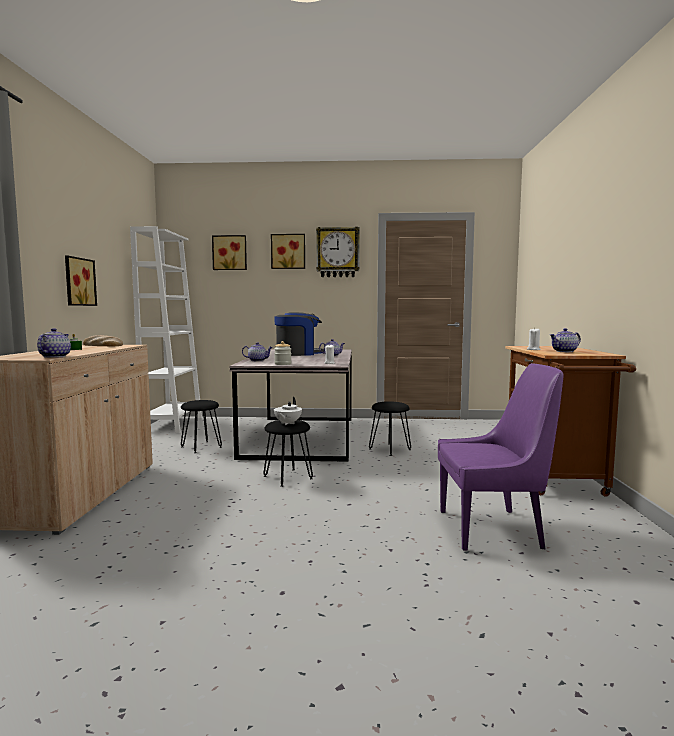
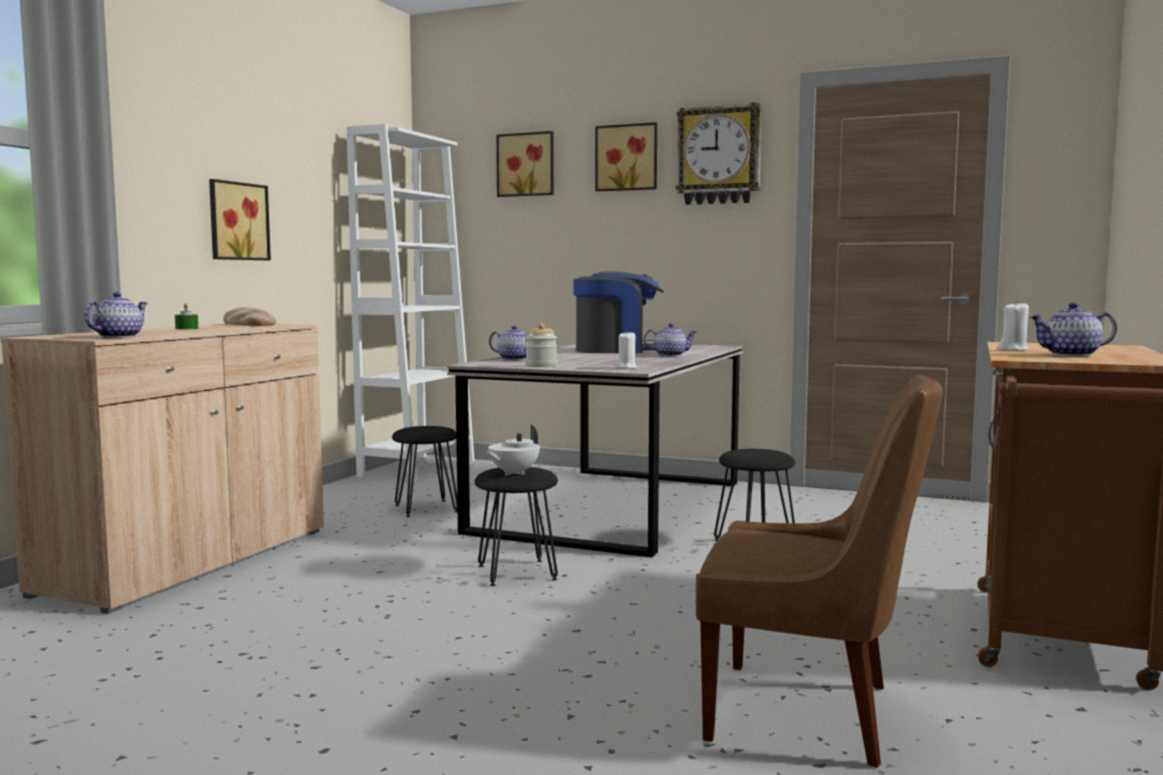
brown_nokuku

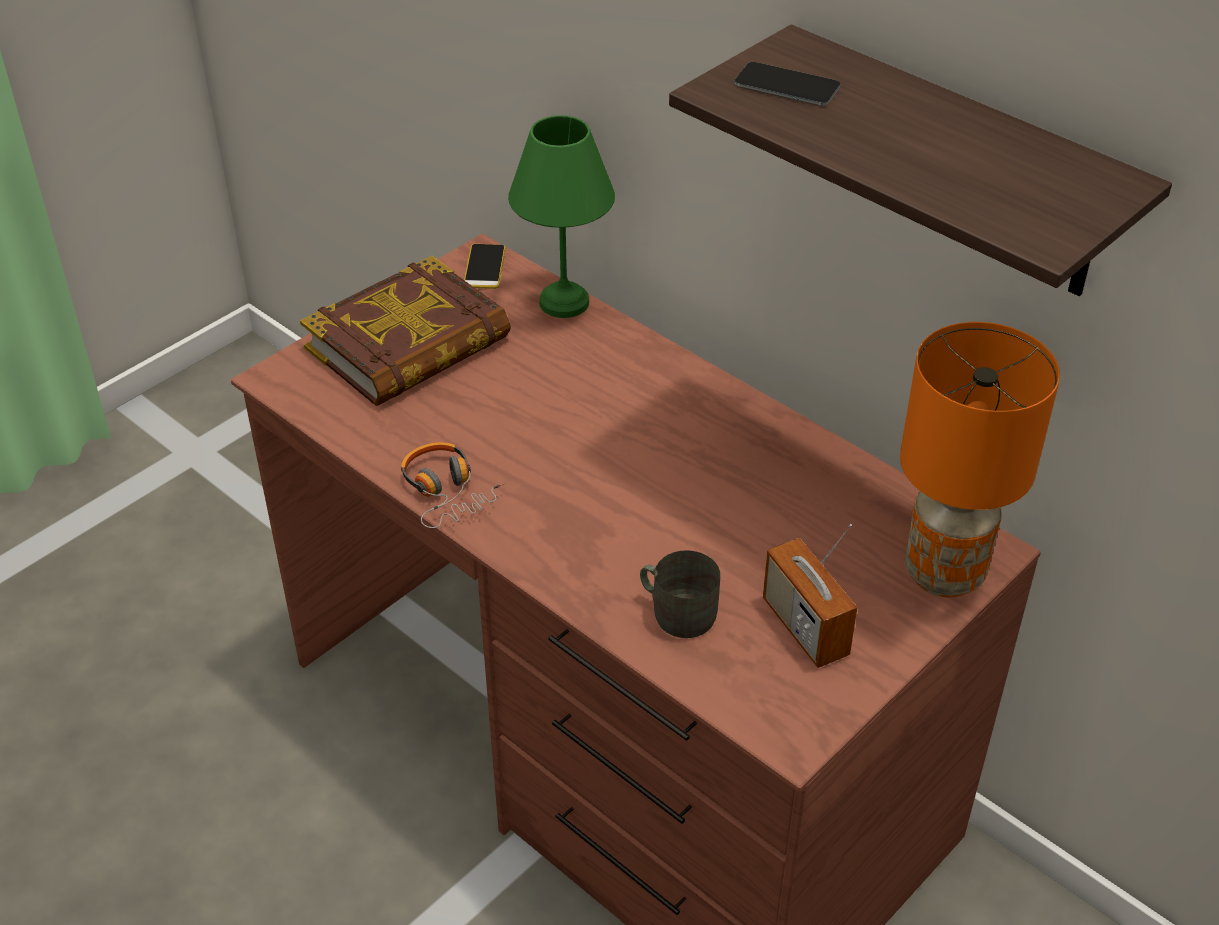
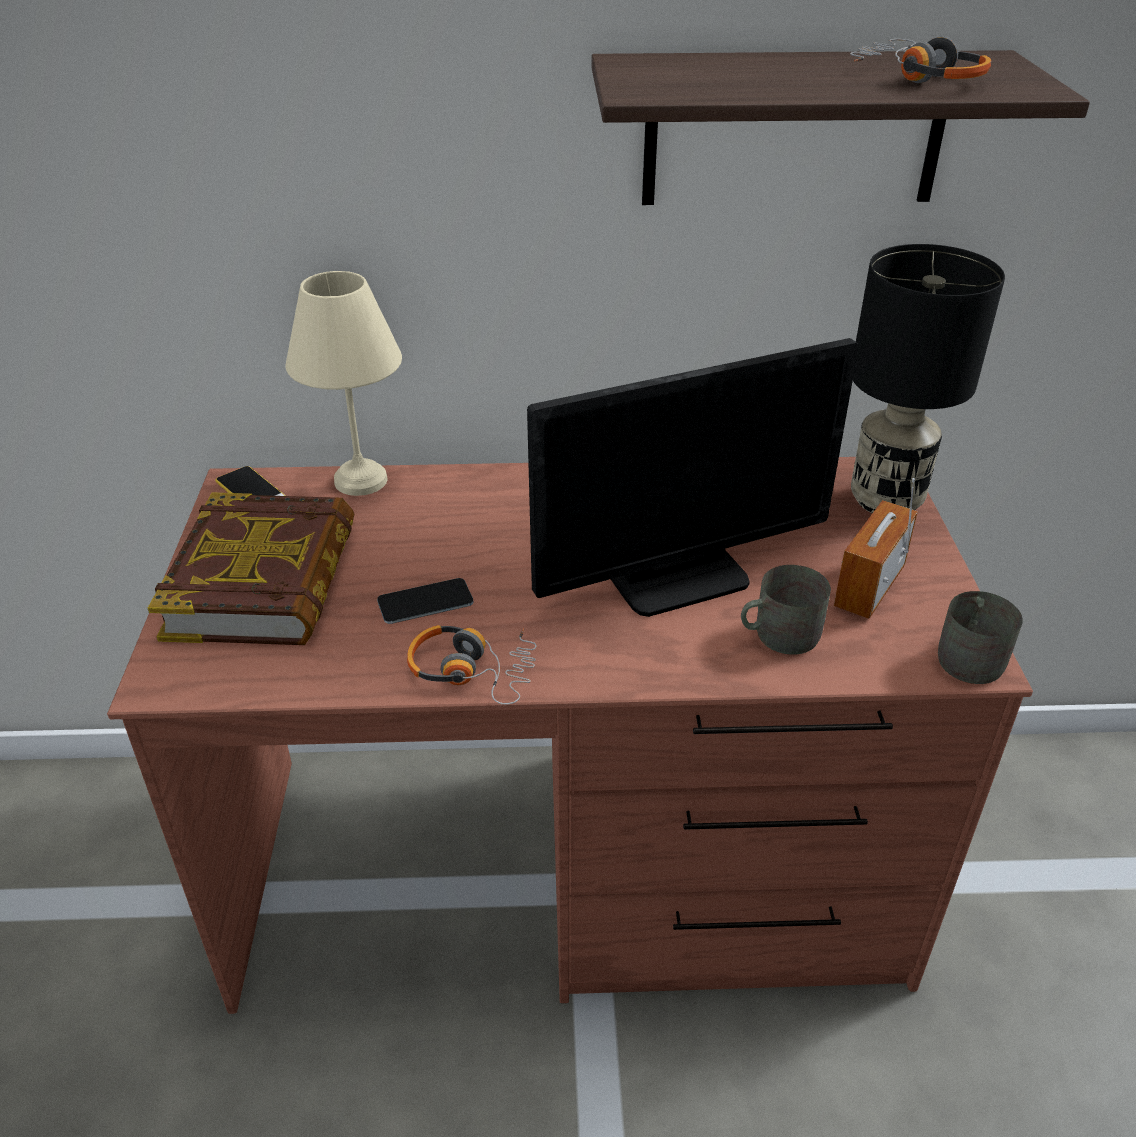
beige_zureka
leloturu (2nd from left)
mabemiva
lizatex
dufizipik (2nd from left)
black_zureka
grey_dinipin (2nd from left)

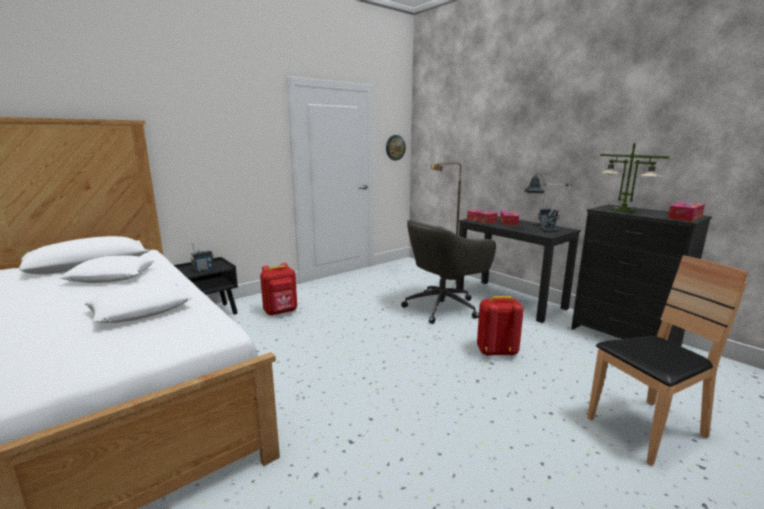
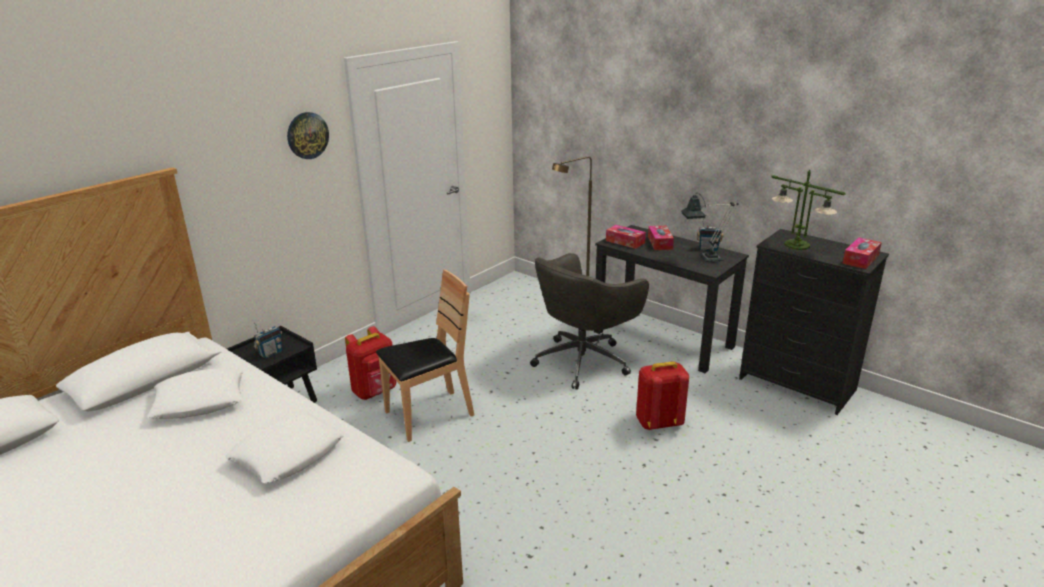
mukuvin
brown_nokuku

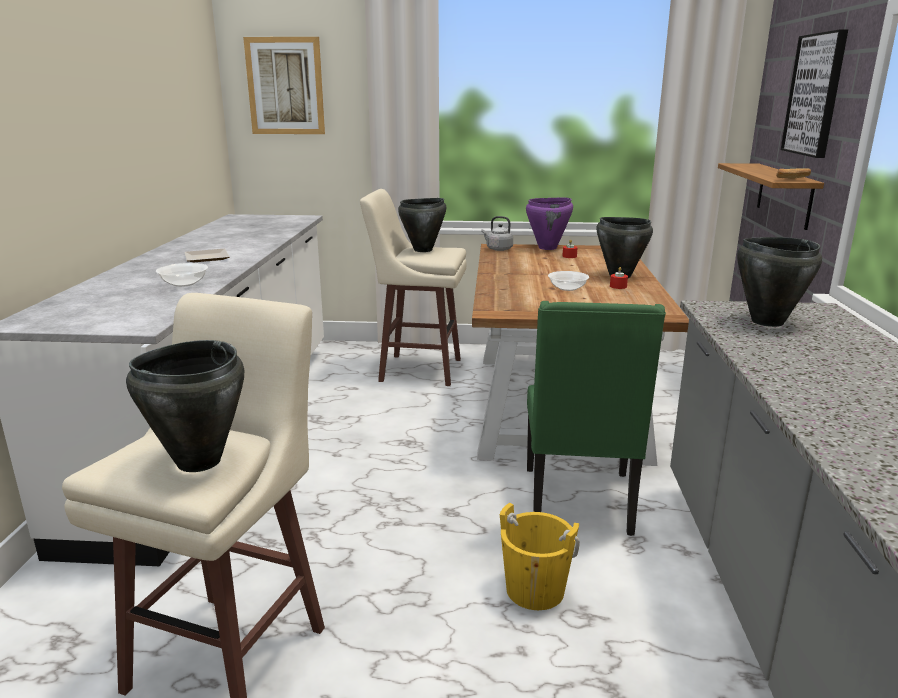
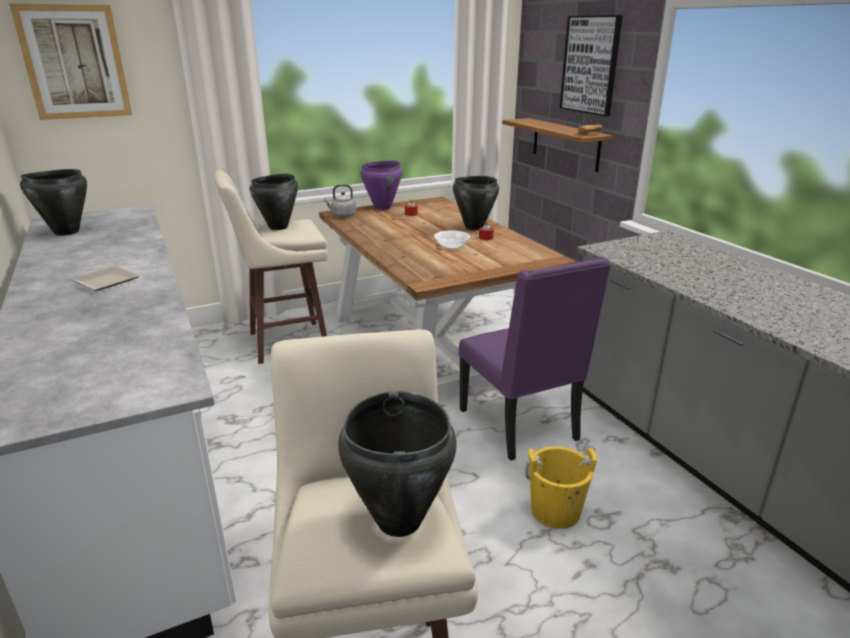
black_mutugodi (1st from left)
purple_nokuku
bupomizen (1st from left in the first image)

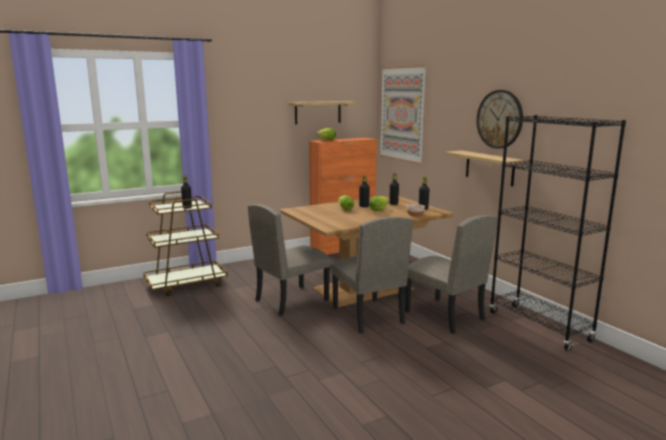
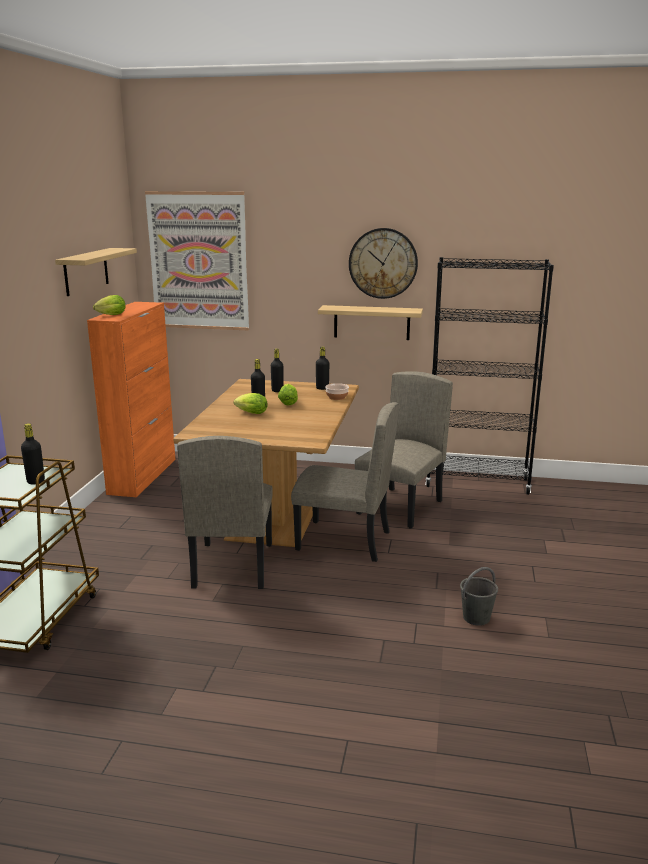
beige_nokuku (3rd from left)
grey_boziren

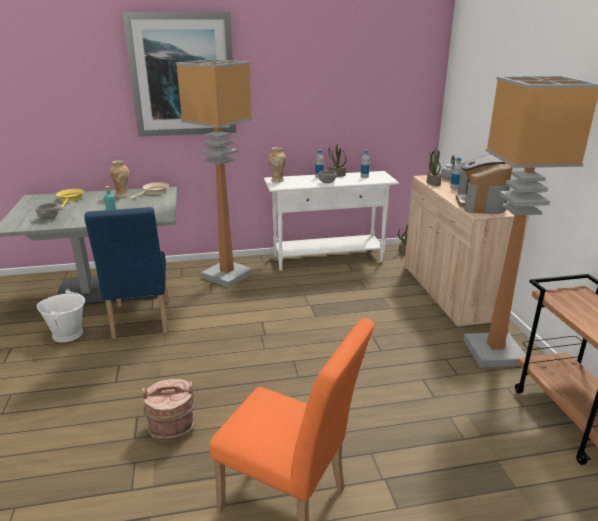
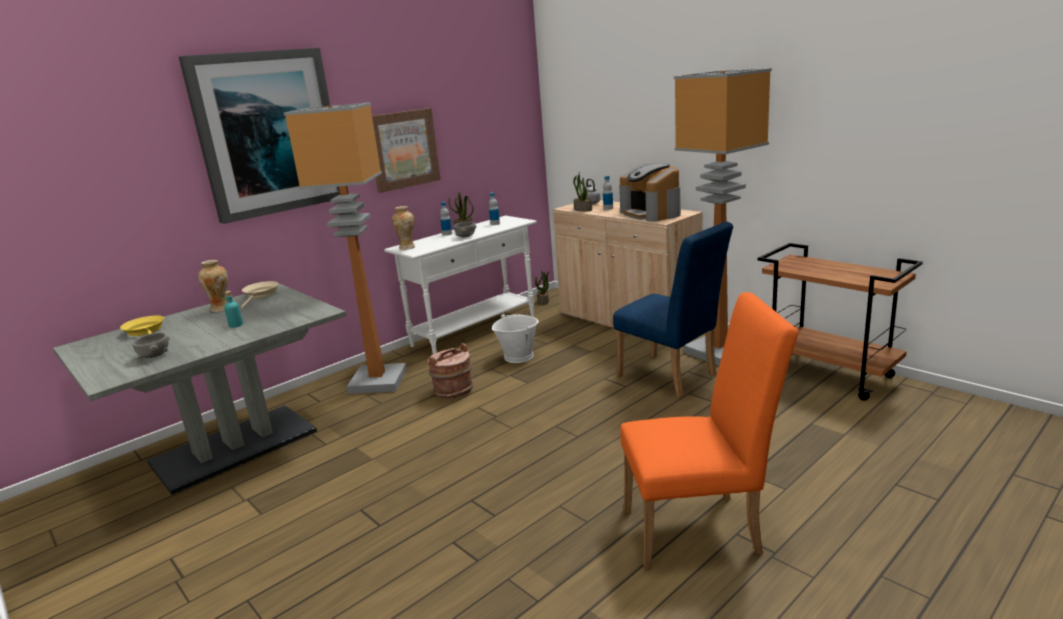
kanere (2nd from left)
brown_boziren
white_boziren
blue_nokuku

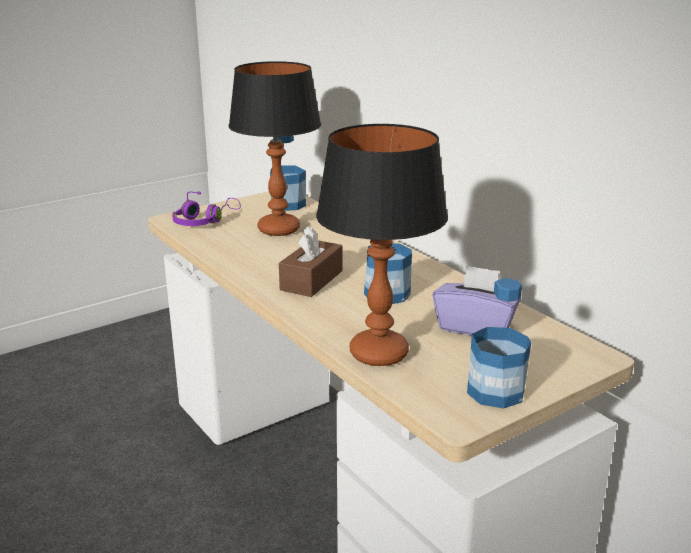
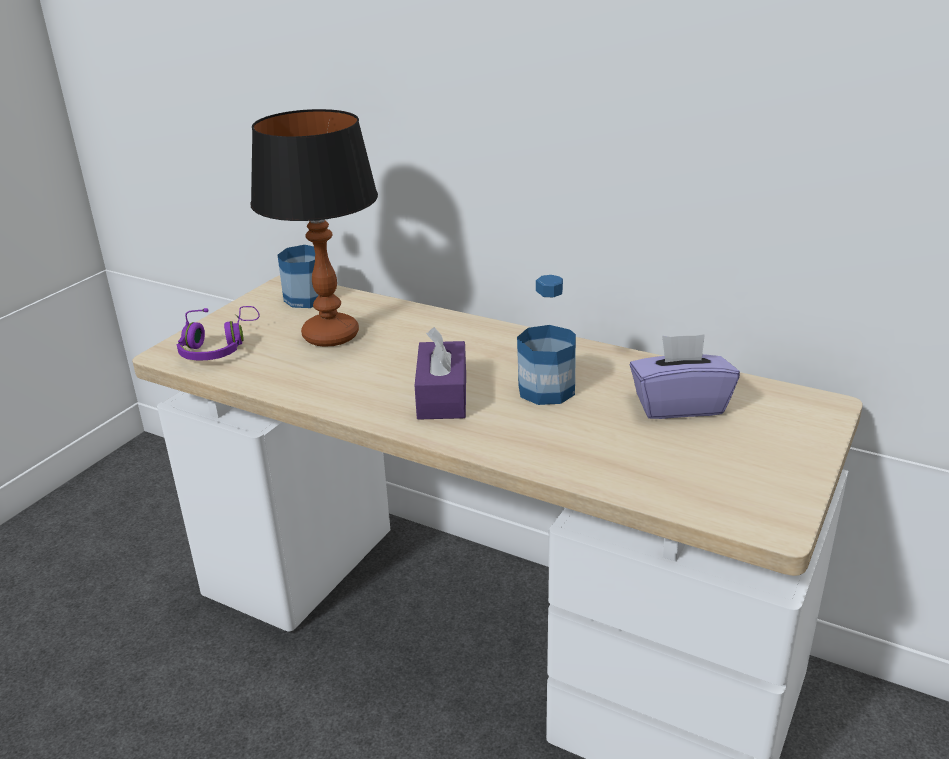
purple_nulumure (1st from left)
zureka (2nd from left in the first image)
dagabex (3rd from left in the first image)

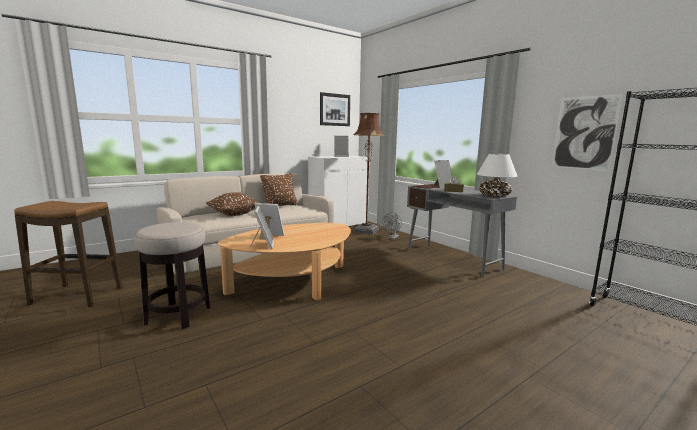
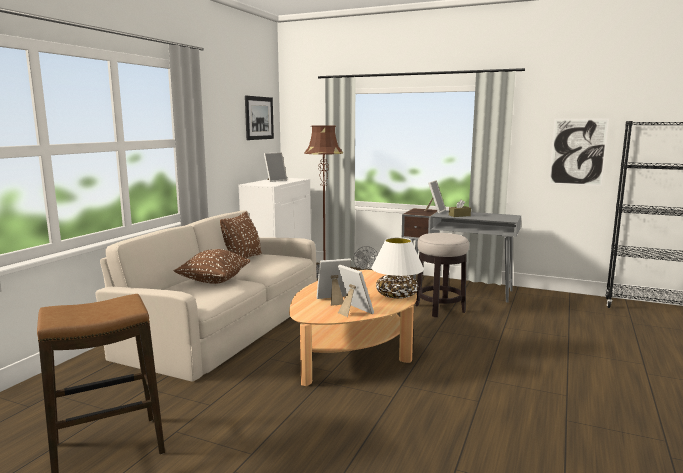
white_zureka
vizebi (2nd from left)

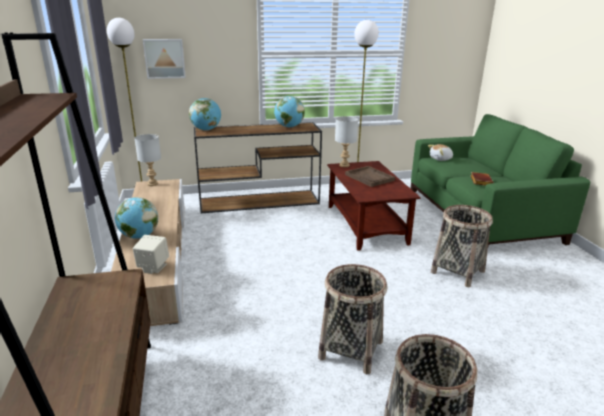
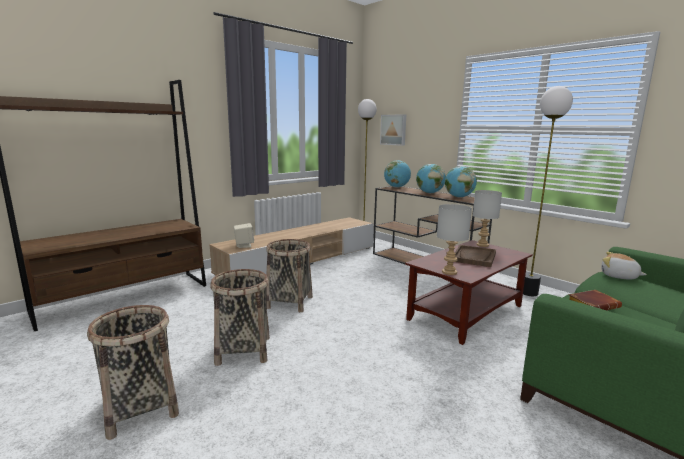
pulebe (3rd from left)
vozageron (2nd from left)
grey_zureka (1st from left)

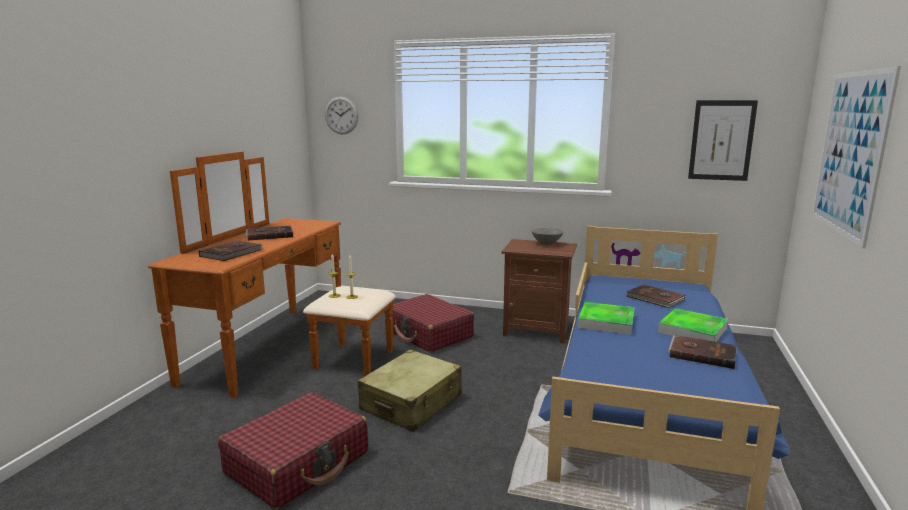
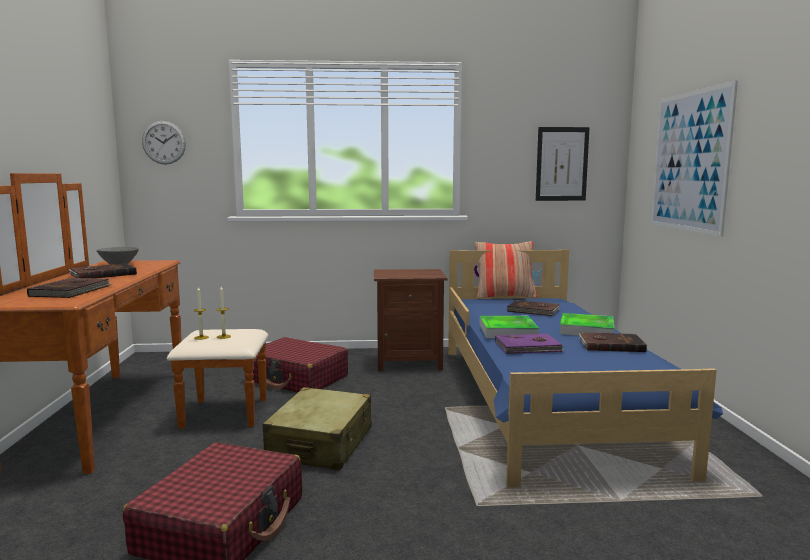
grey_bupomizen
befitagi
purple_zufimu

